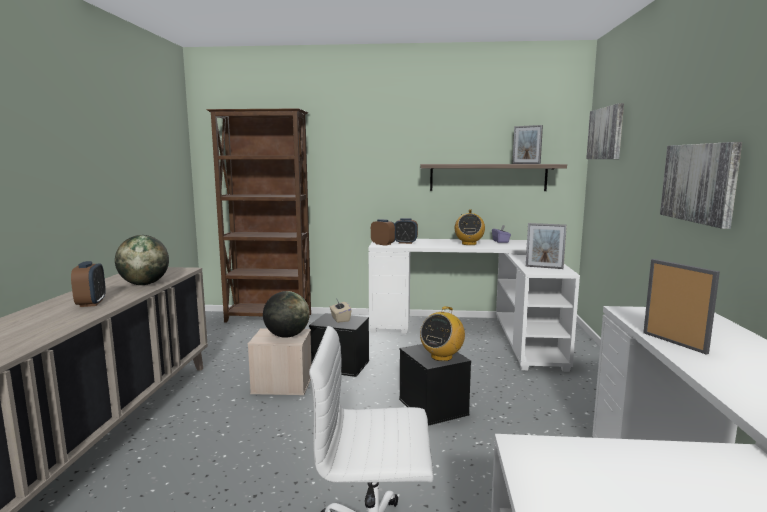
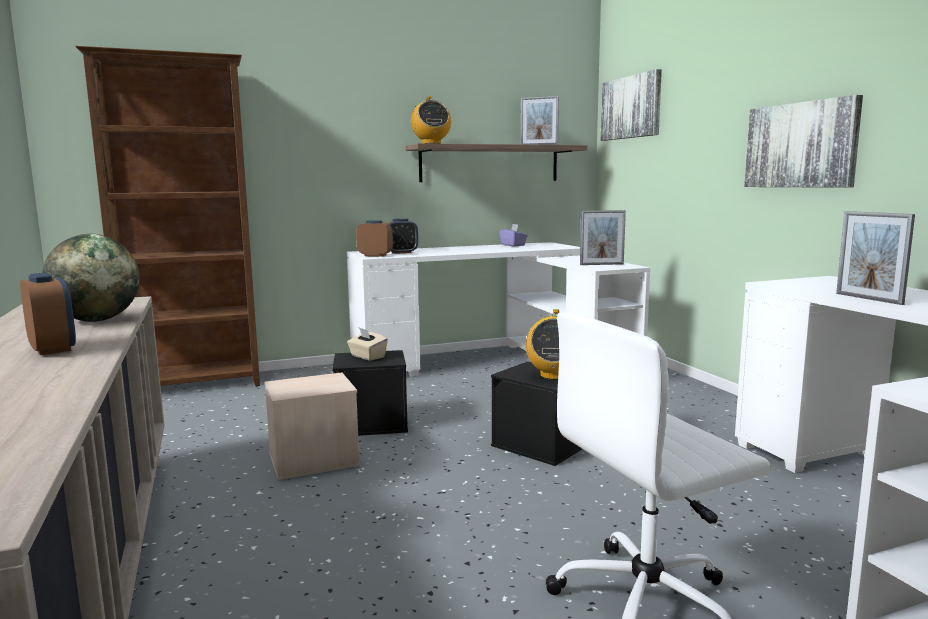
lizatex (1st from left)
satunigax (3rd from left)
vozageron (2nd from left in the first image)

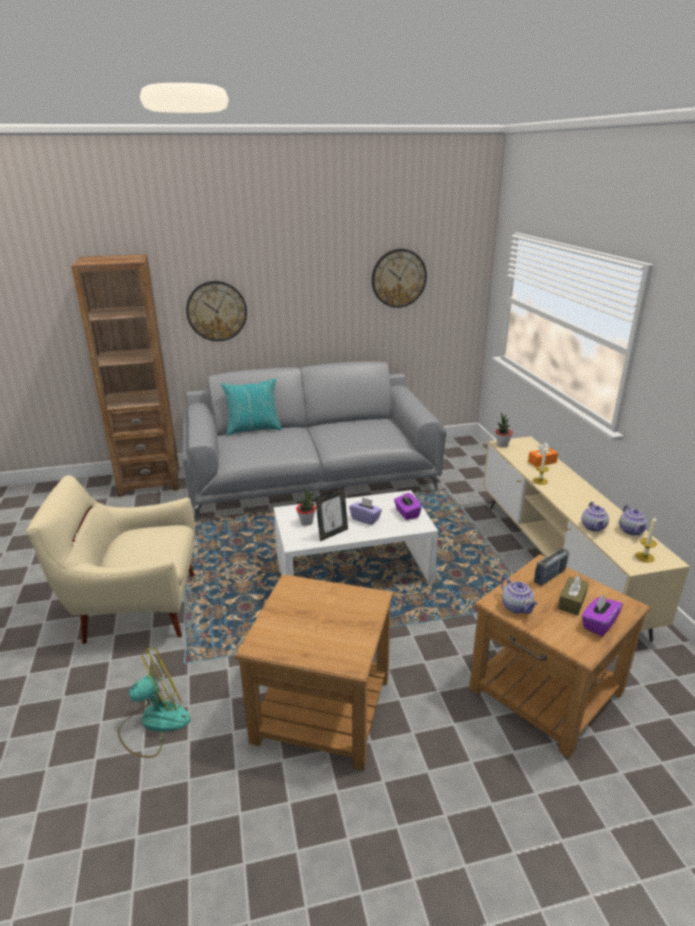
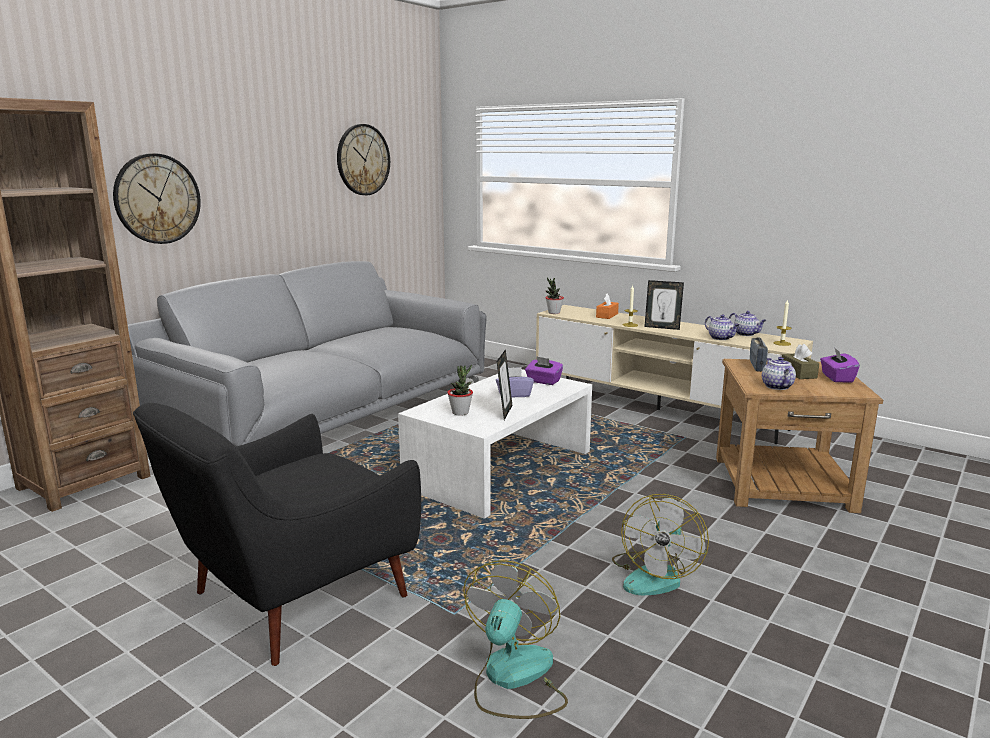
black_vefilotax
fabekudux (2nd from left)
satunigax (2nd from left)
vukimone (3rd from left)
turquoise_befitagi

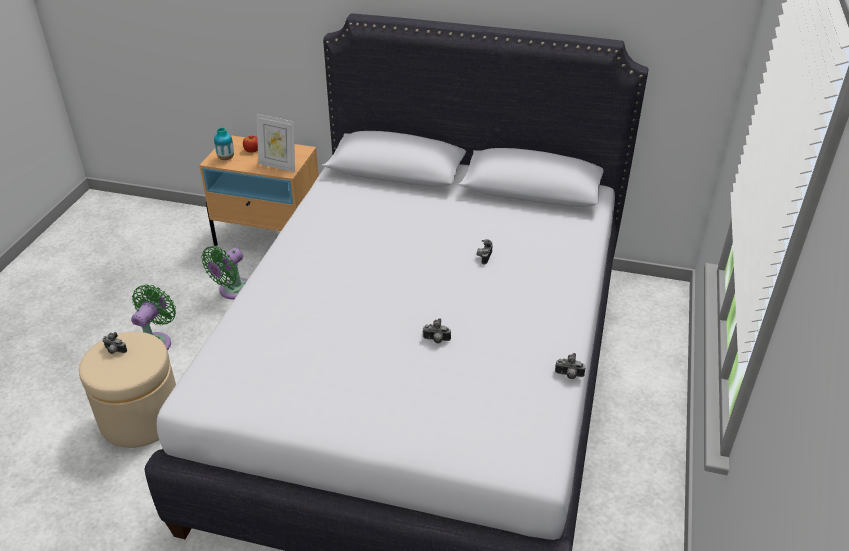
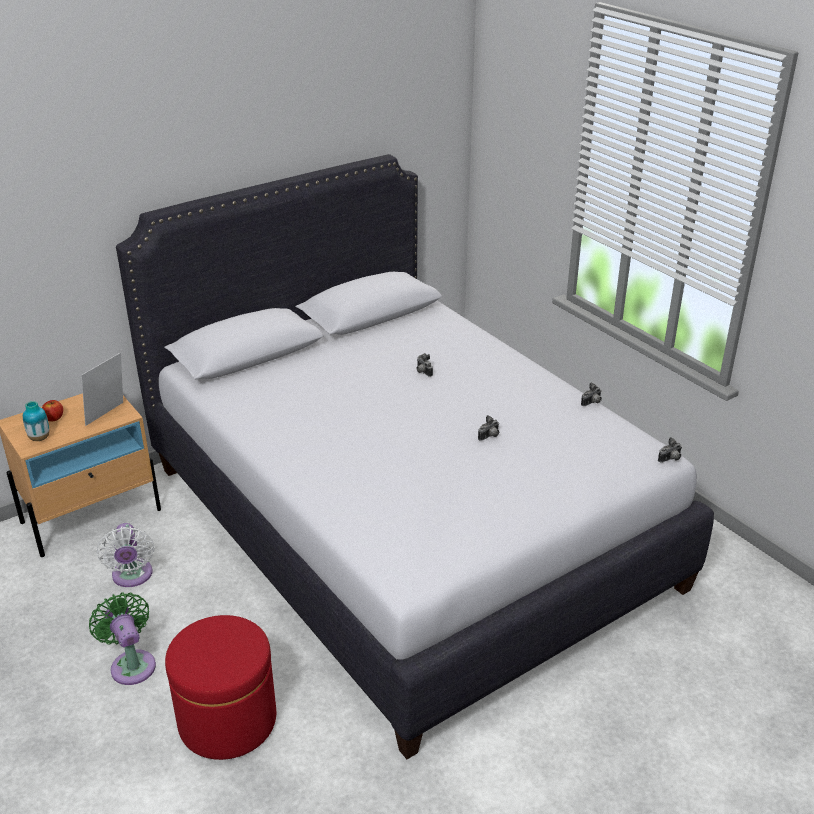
satunigax
white_fabekudux
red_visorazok
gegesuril (4th from left)

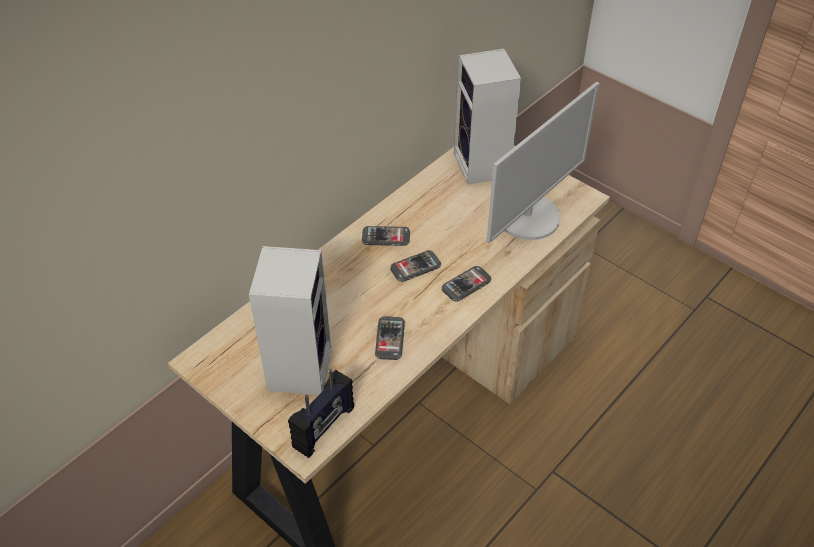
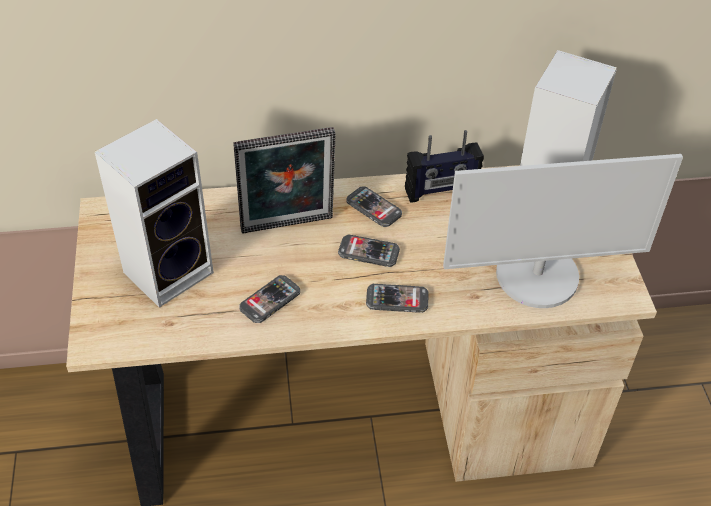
satunigax
lizatex

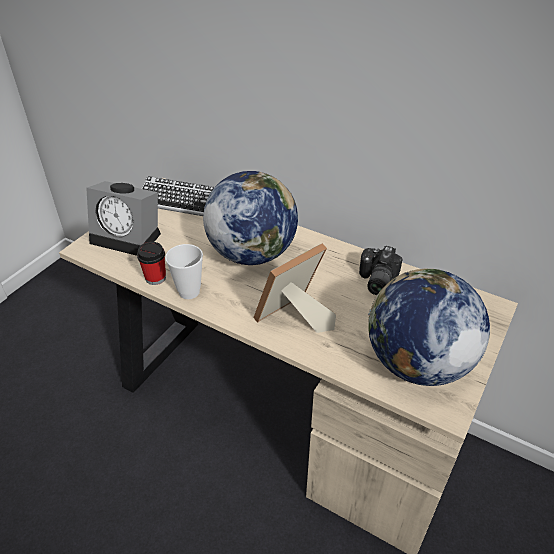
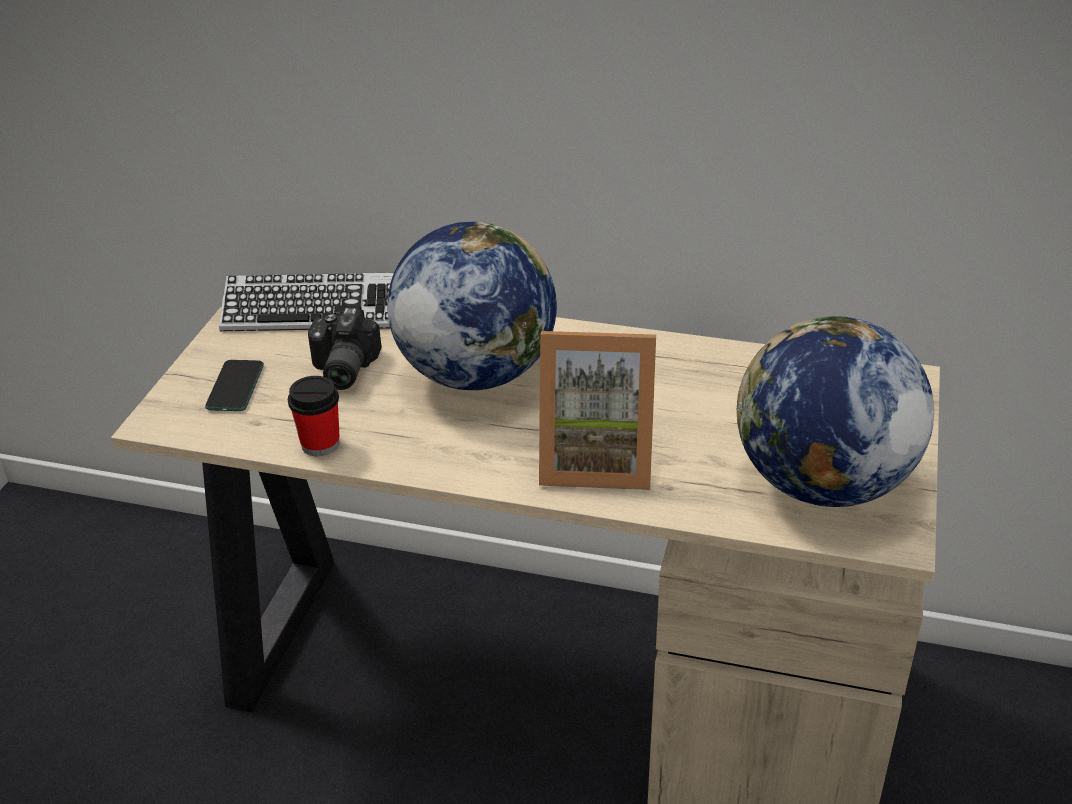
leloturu
gegesuril
satunigax
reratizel (2nd from left in the first image)

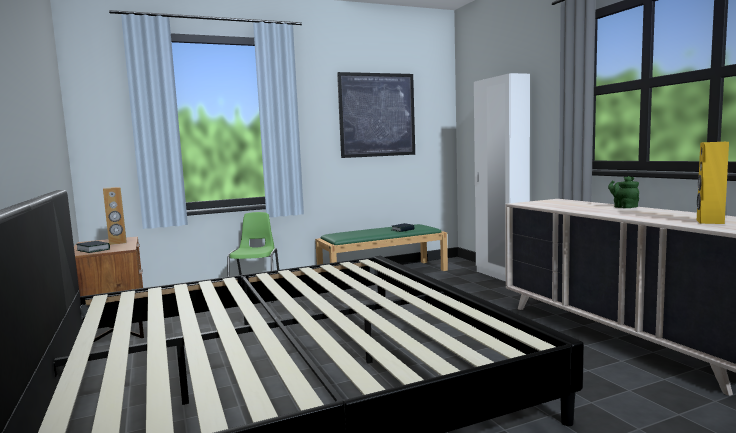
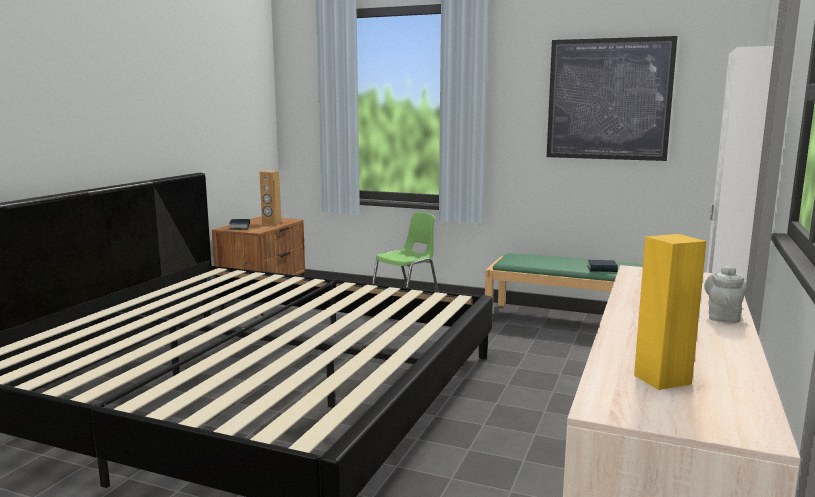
grey_vukimone

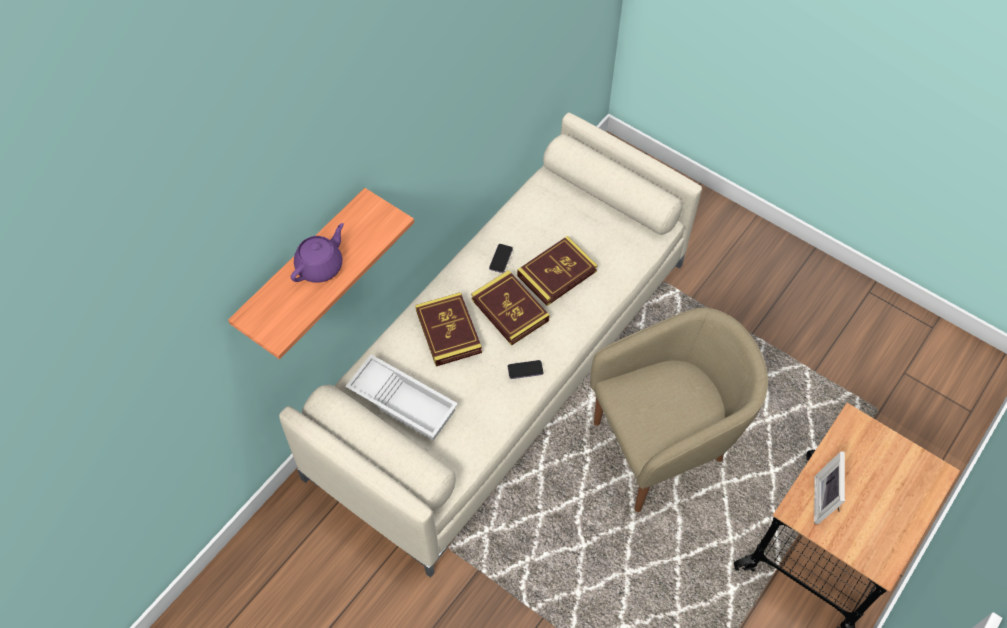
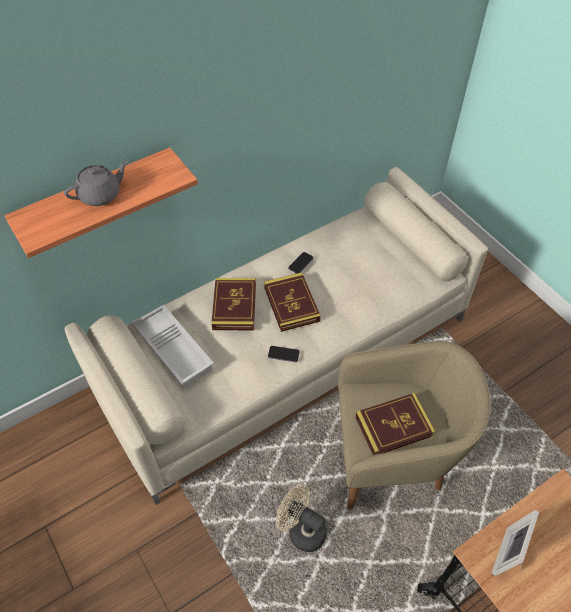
grey_vukimone
beige_fabekudux
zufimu (3rd from left)

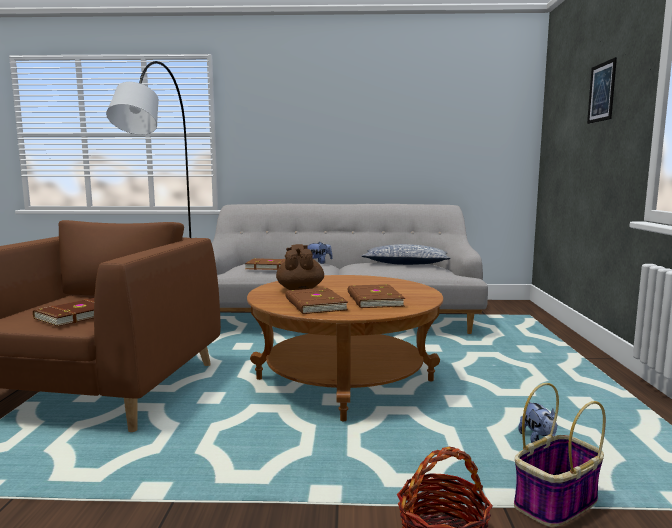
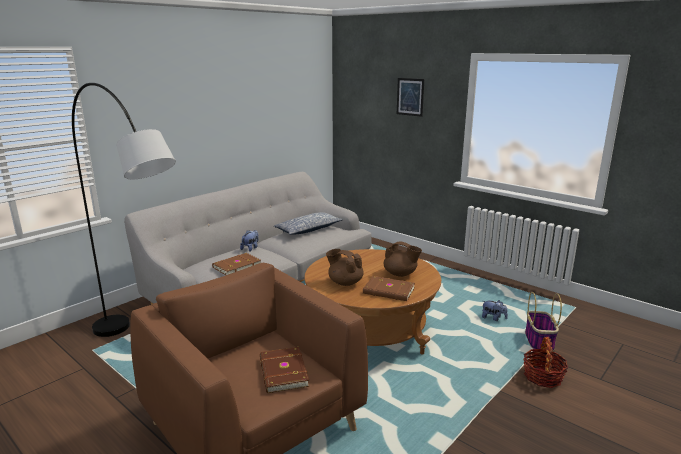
brown_vukimone (2nd from left)

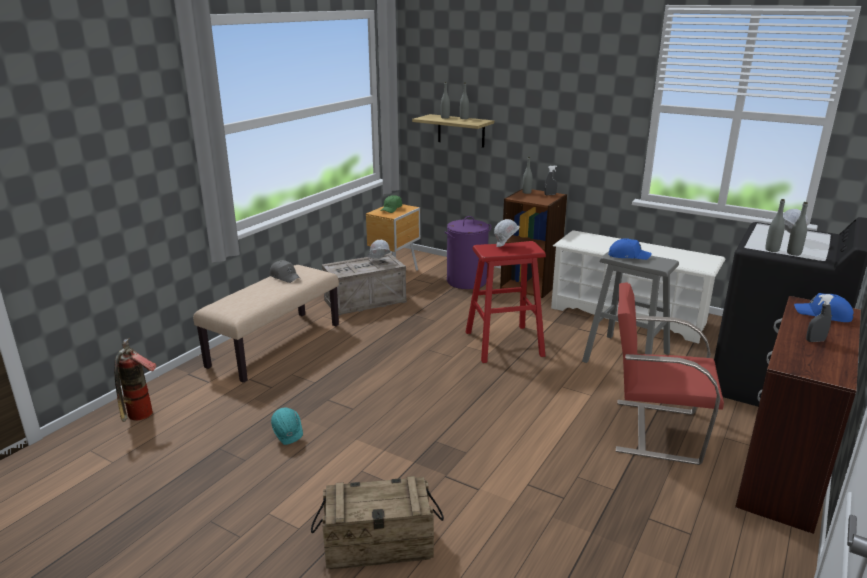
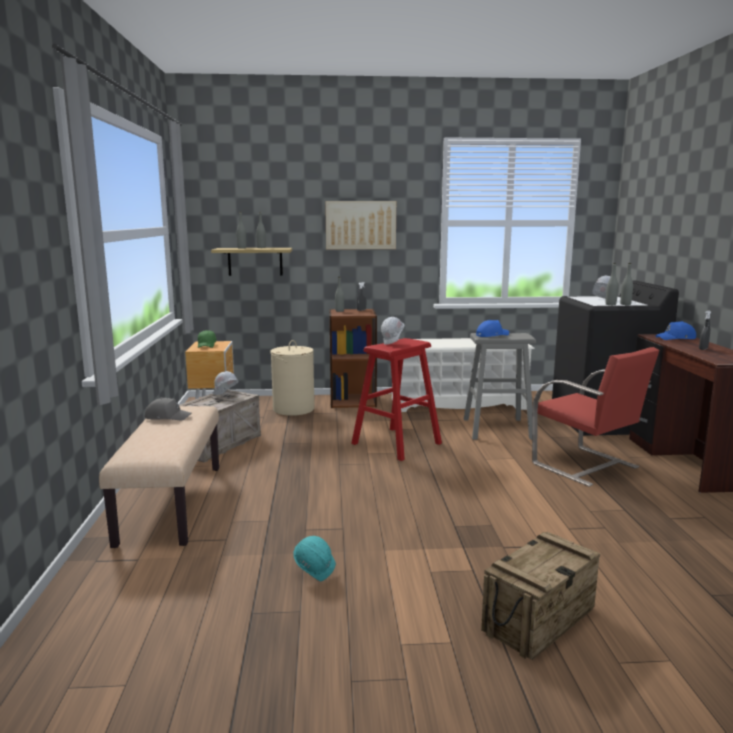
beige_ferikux
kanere
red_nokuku
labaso

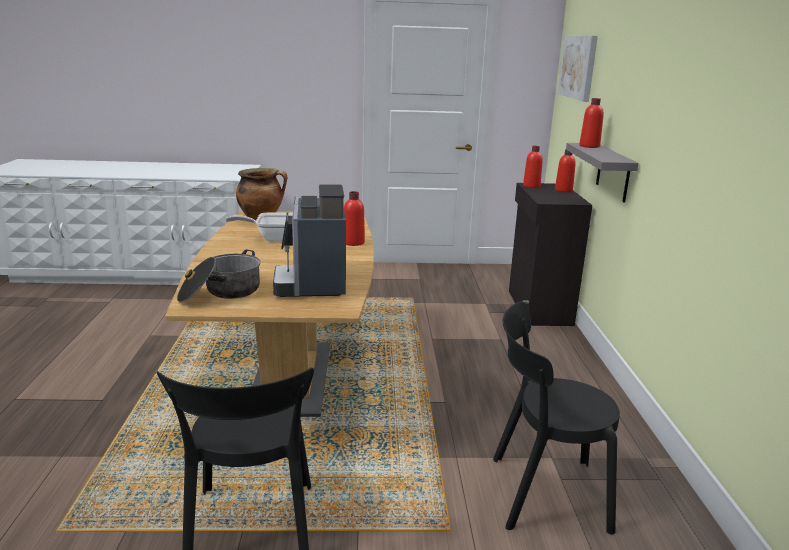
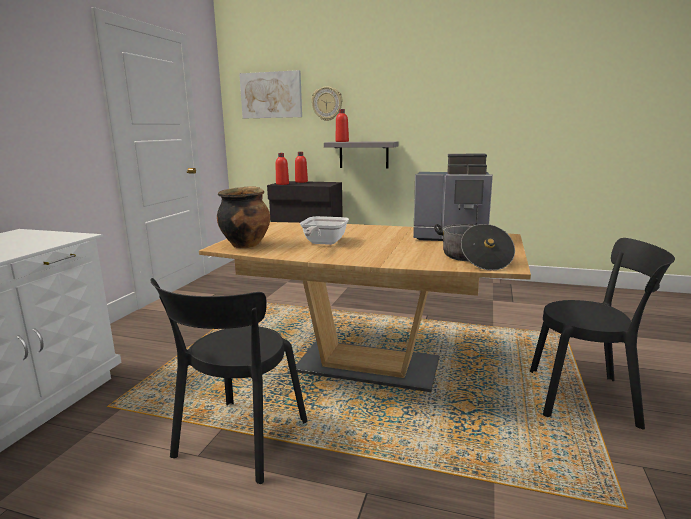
black_nokuku (1st from left)
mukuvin
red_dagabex (1st from left in the first image)

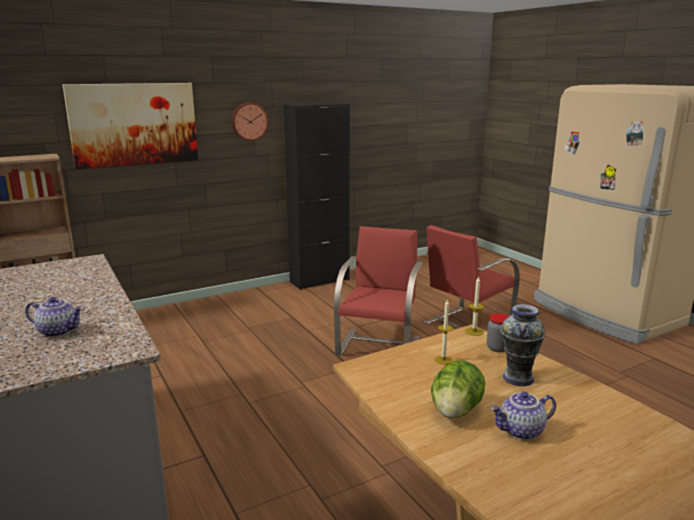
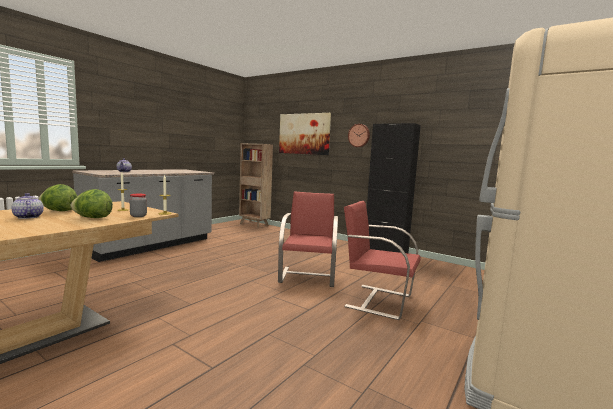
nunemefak (2nd from left)
red_nokuku (1st from left)

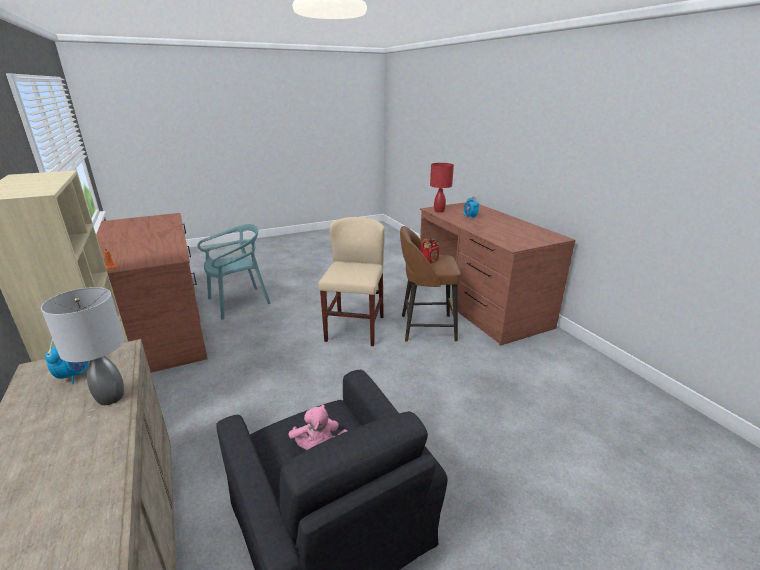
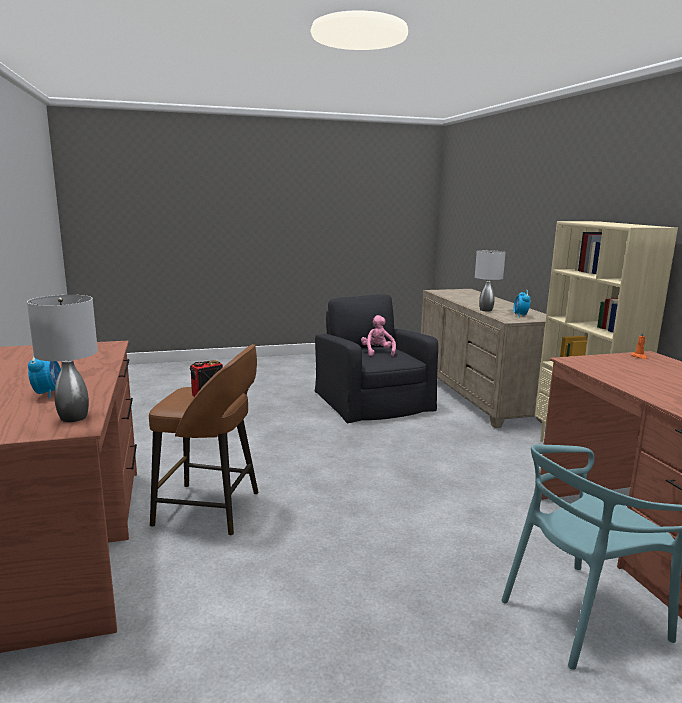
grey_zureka (1st from left)
beige_nokuku

